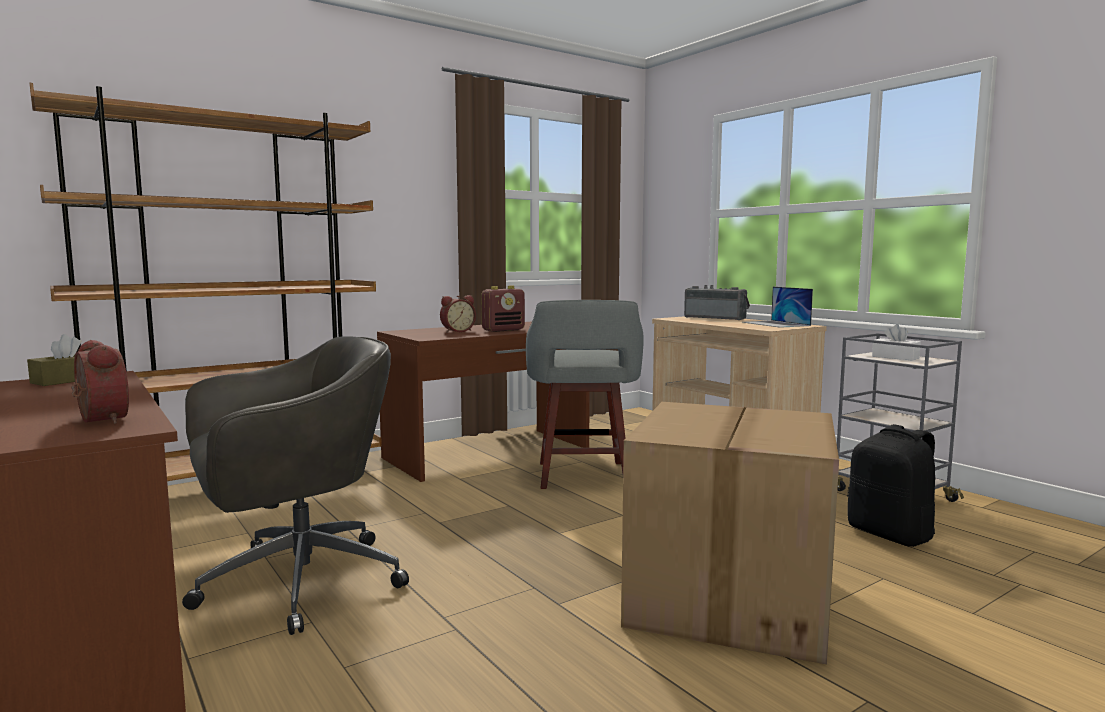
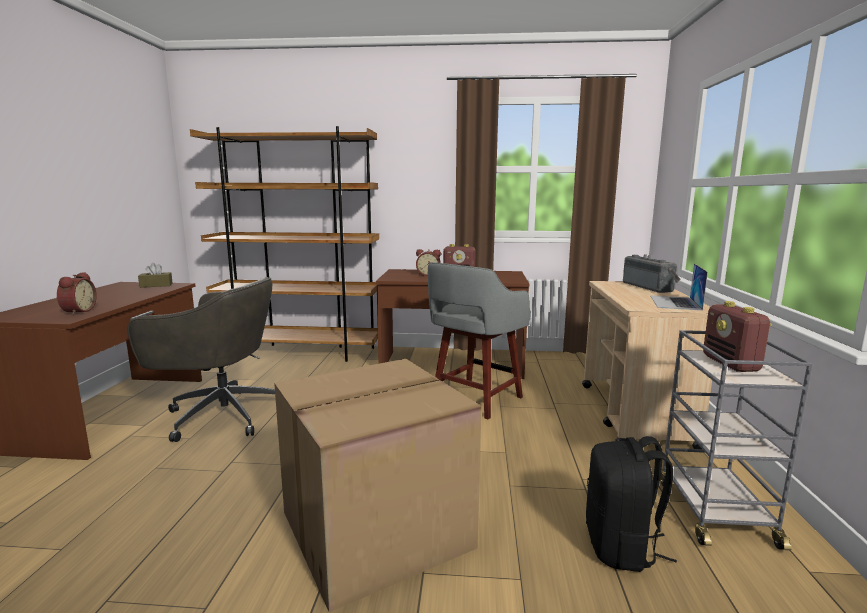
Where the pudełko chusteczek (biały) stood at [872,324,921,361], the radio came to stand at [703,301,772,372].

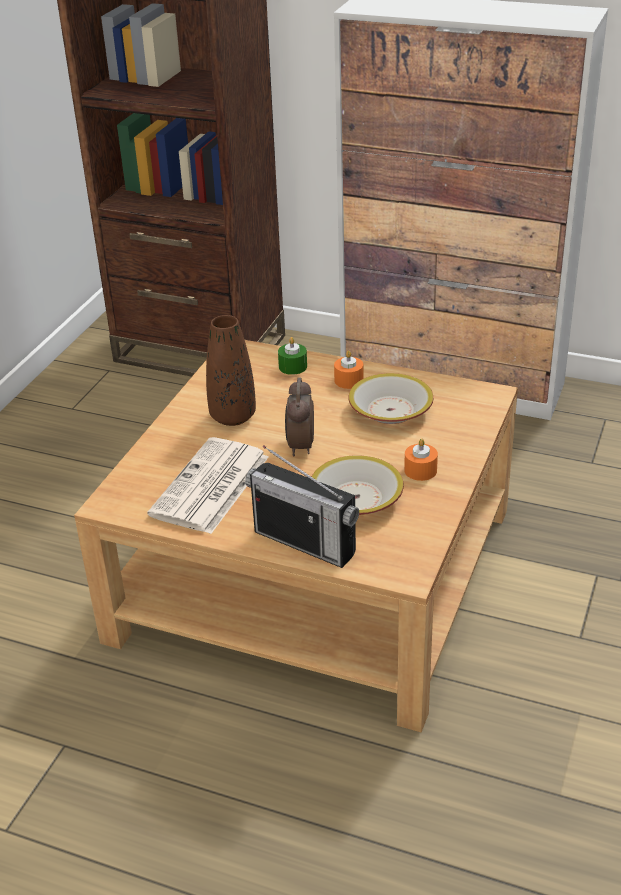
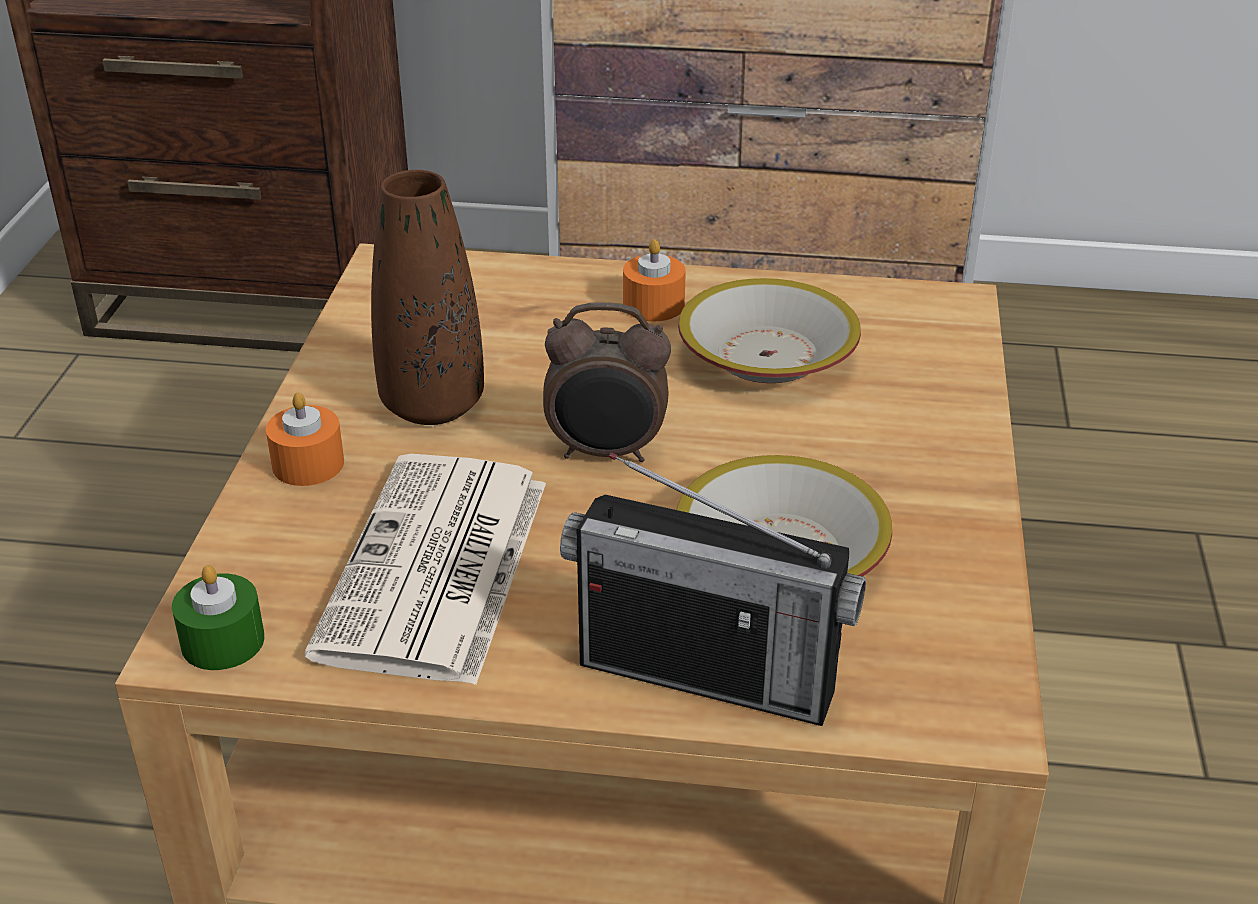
The świeca (zielony) ended up elsewhere, having gone from [278,337,307,375] to [172,565,264,670].
The budzik at [285,377,314,456] ended up facing another way, 75 degrees counterclockwise from before.
The świeca (pomarańczowy) ended up elsewhere, having gone from [404,439,438,481] to [266,393,344,486].

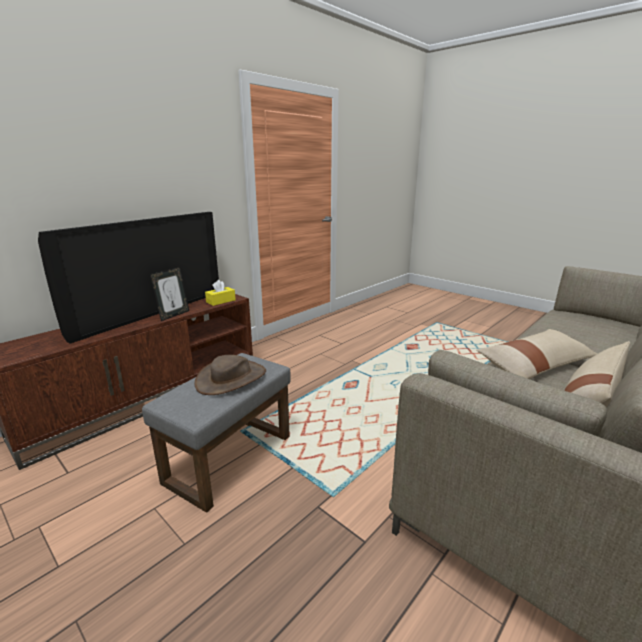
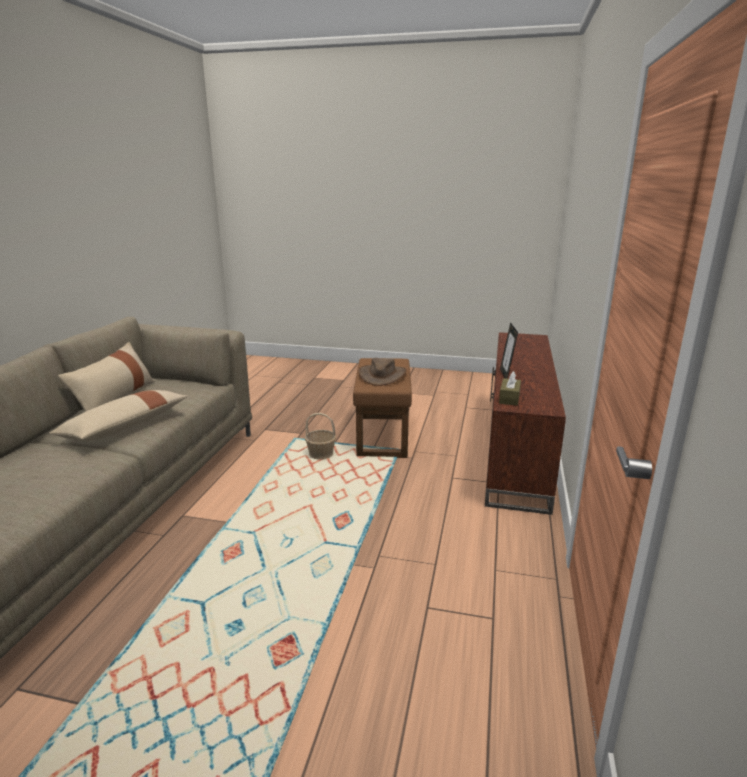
The second view lost the telewizor at [38,212,219,344].
What was the pufa (szary) at [142,353,291,513] turned into the pufa (brązowy) at [353,358,412,458].
What was the pudełko chusteczek (żółty) at [205,280,236,306] turned into the pudełko chusteczek (brązowy) at [499,371,521,406].
The second view gained the koszyk at [305,413,336,460].

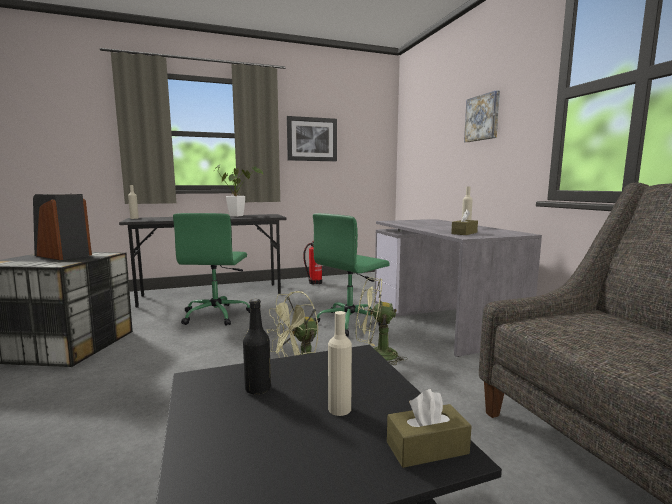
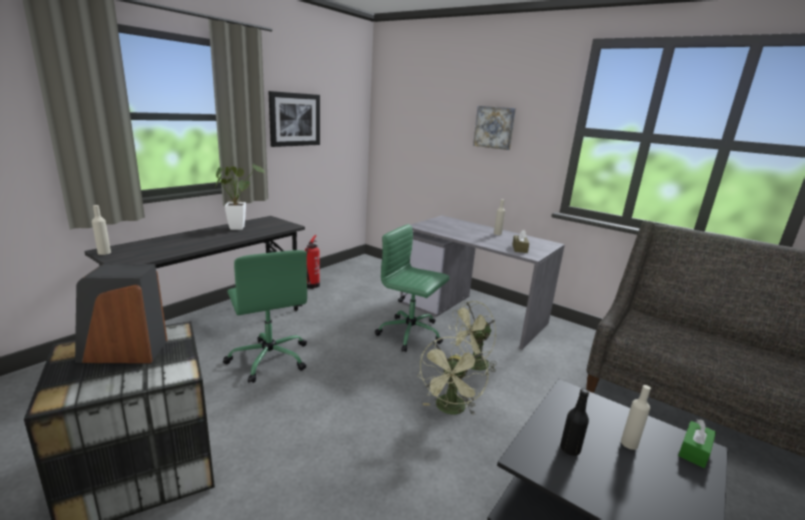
The krzesło biurowe (zielony) at [313,213,390,337] ended up facing another way, 105 degrees clockwise from before.
What was the pudełko chusteczek (brązowy) at [387,389,472,468] turned into the pudełko chusteczek (zielony) at [678,420,716,468].

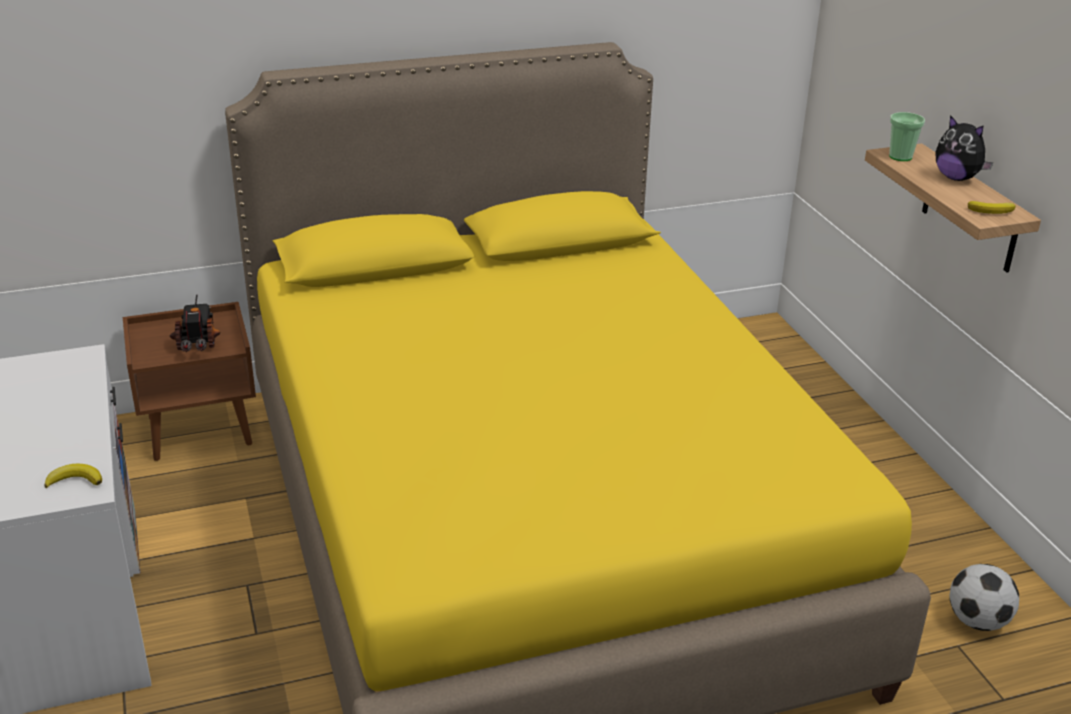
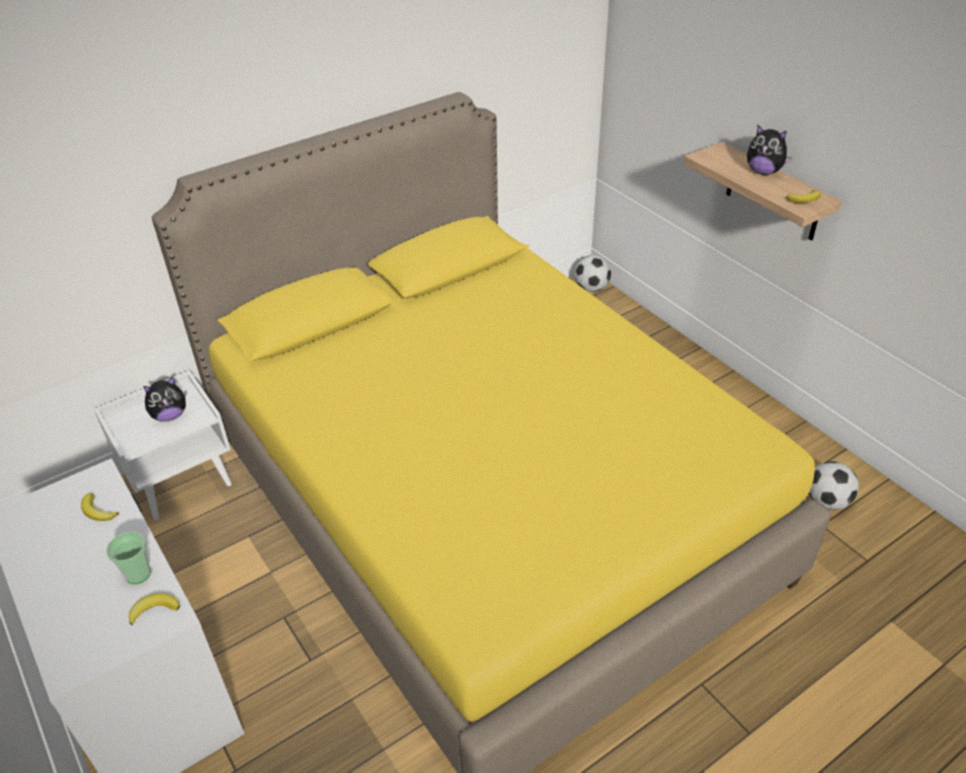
What was the szafka nocna (brązowy) at [123,302,256,461] turned into the szafka nocna (biały) at [94,370,232,520].
Where the ciężarówka zabawkowa stood at [170,294,220,352], the pluszak came to stand at [143,377,186,422].
The filiżanka ended up elsewhere, having gone from [889,112,925,161] to [106,532,151,584].
The second view gained the banan at [81,493,119,521].
The second view gained the piłka futbolowa at [574,255,611,292].

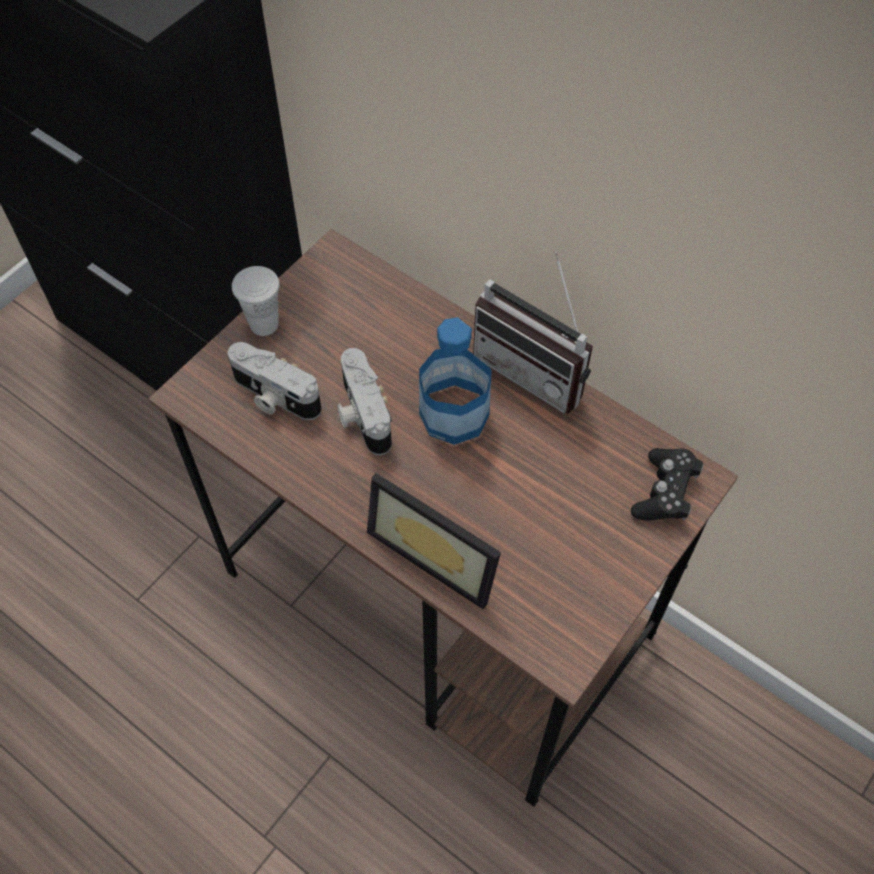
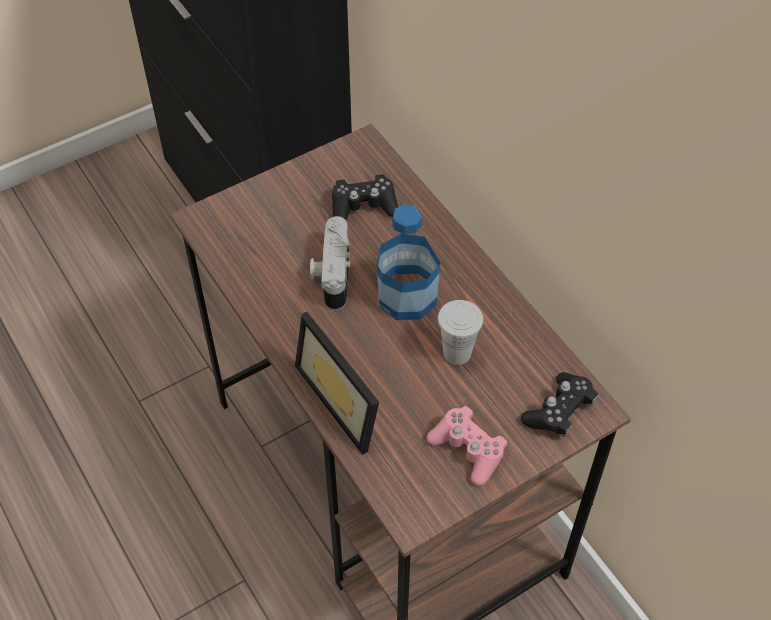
The second view lost the aparat fotograficzny at [228,342,322,420].
The filiżanka (biały) ended up elsewhere, having gone from [232,266,280,336] to [438,300,483,365].
The second view lost the radio at [473,251,593,414].
The second view gained the pad do gier (czarny) at [332,174,398,220].
The second view gained the pad do gier (różowy) at [426,406,507,486].

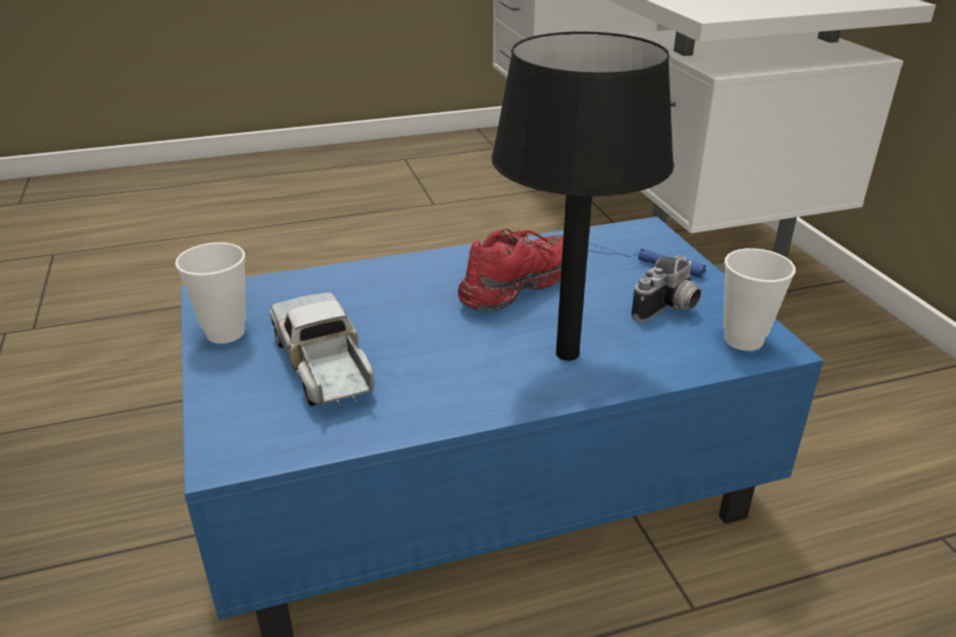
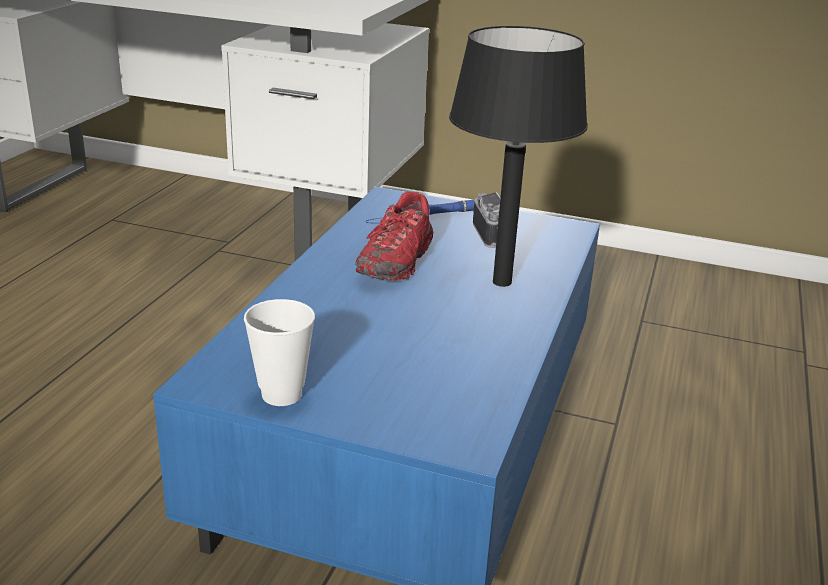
The second view lost the ciężarówka zabawkowa at [269,293,374,408].
The but (czerwony) at [458,228,563,312] ended up facing another way, 150 degrees counterclockwise from before.
The second view lost the filiżanka at [723,248,796,351].

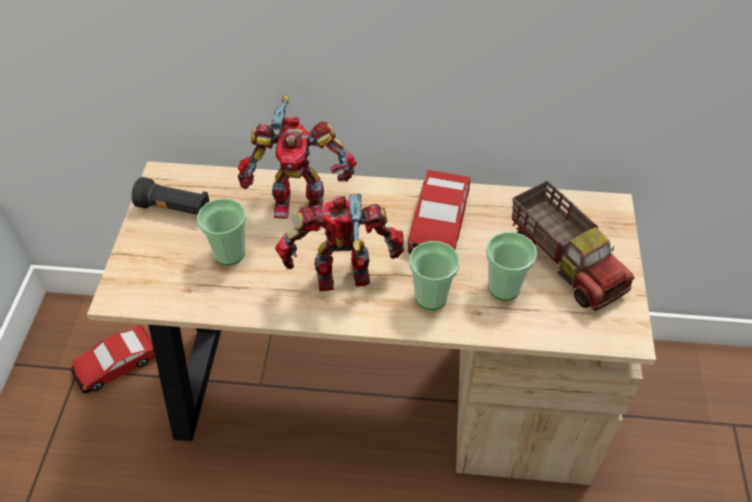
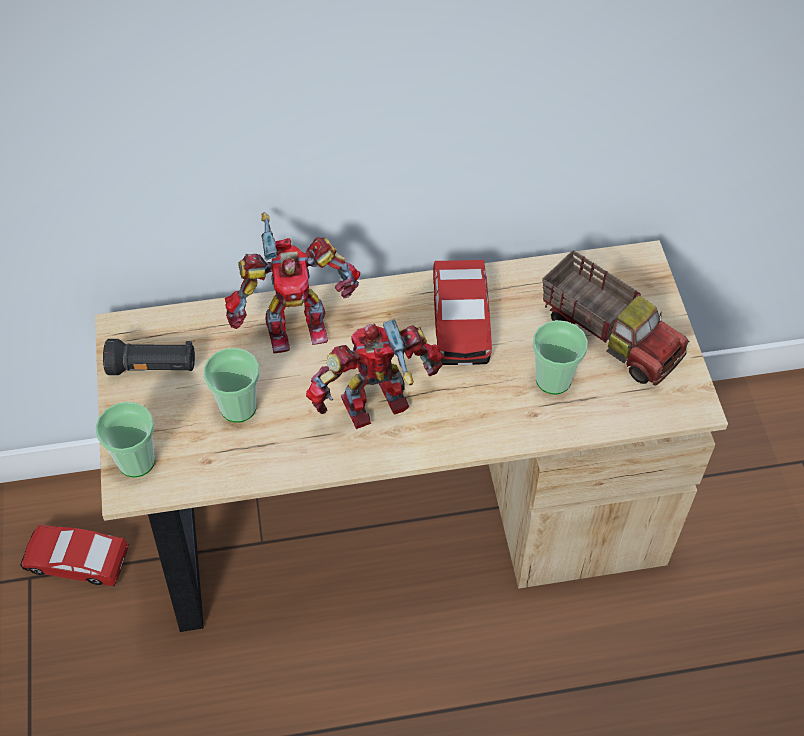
The samochodzik at [71,325,155,393] ended up facing another way, 60 degrees clockwise from before.
The filiżanka ended up elsewhere, having gone from [409,241,460,310] to [95,402,155,477].

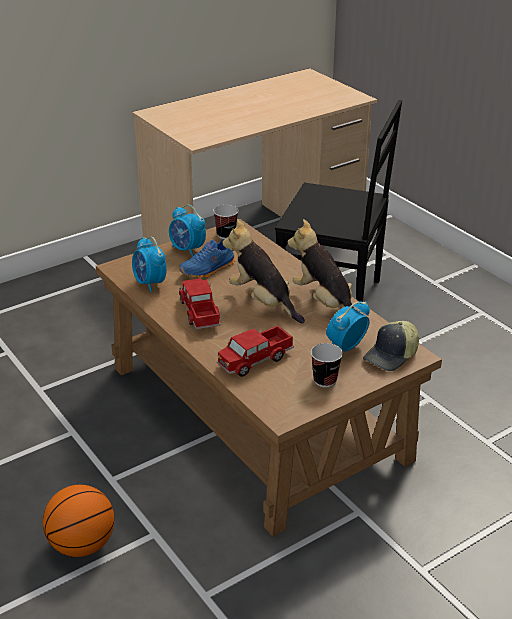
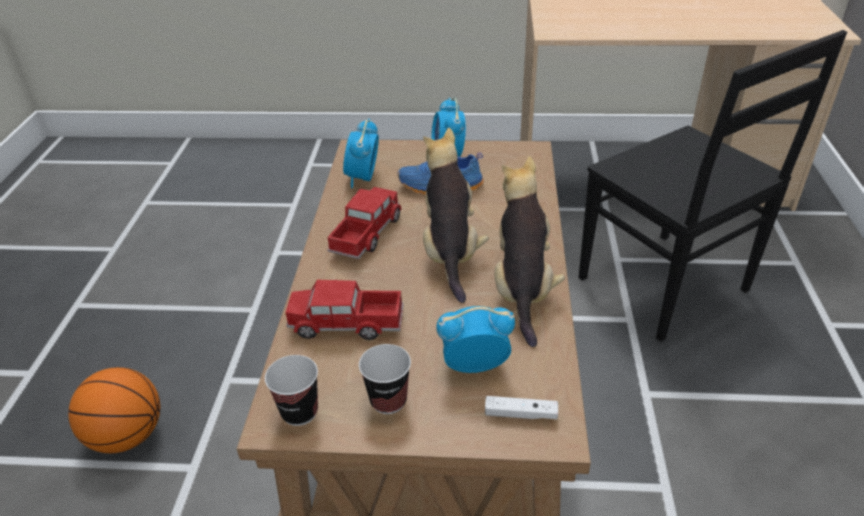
The filiżanka ended up elsewhere, having gone from [213,205,238,239] to [265,355,318,426].
Where the czapka z daszkiem stood at [363,321,419,371], the pad do gier (biały) came to stand at [485,396,558,420].

